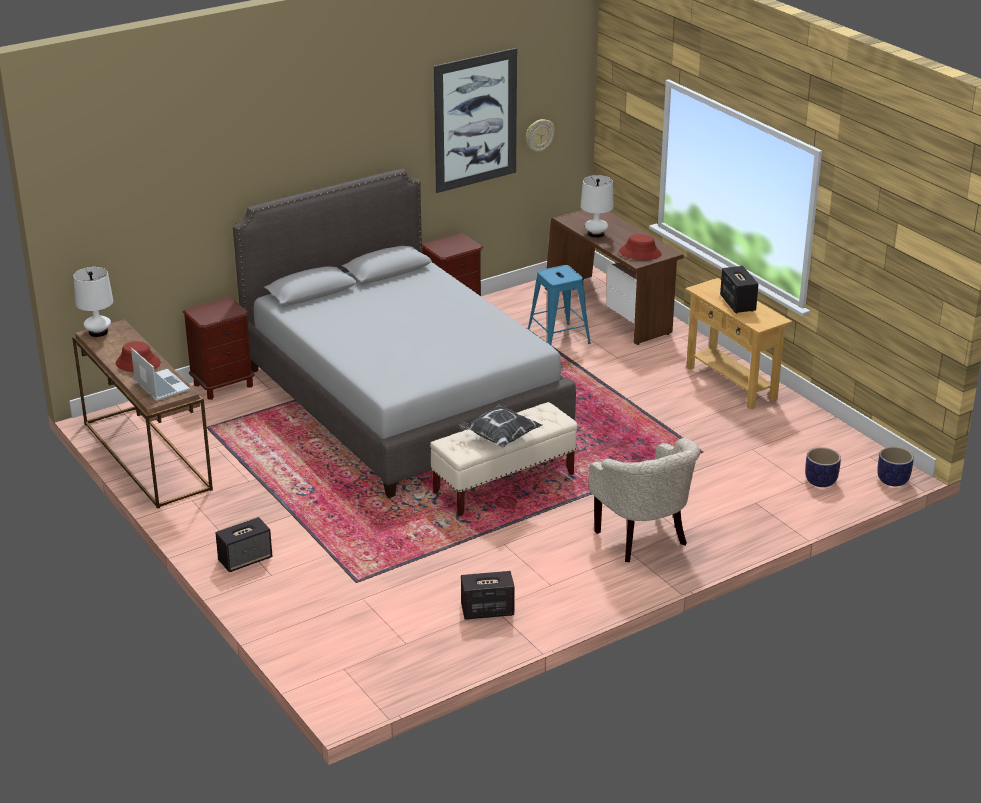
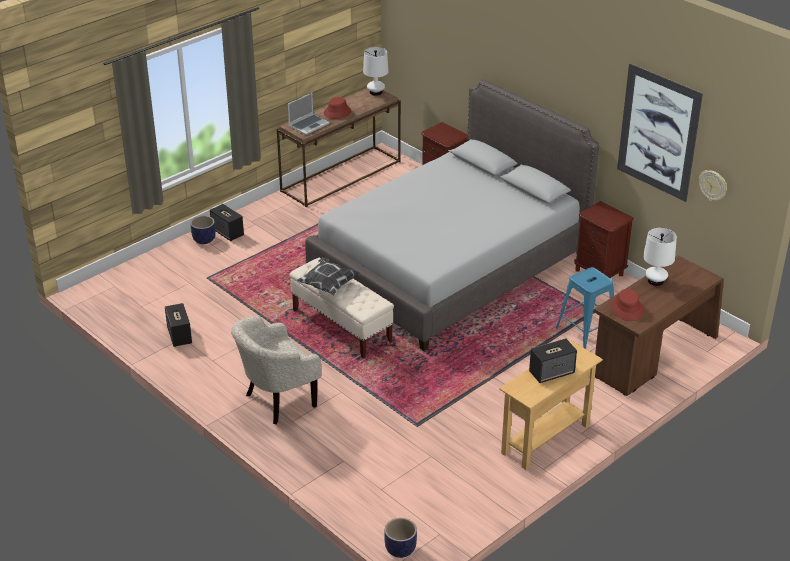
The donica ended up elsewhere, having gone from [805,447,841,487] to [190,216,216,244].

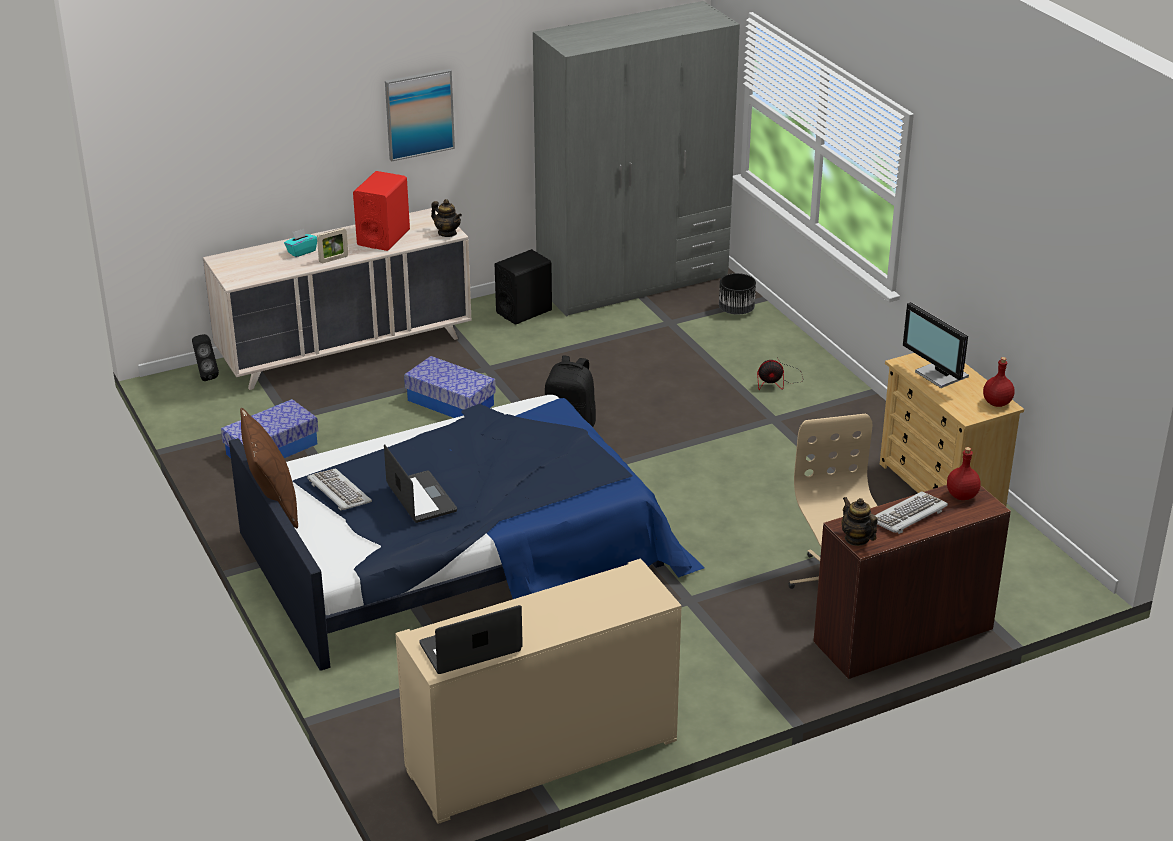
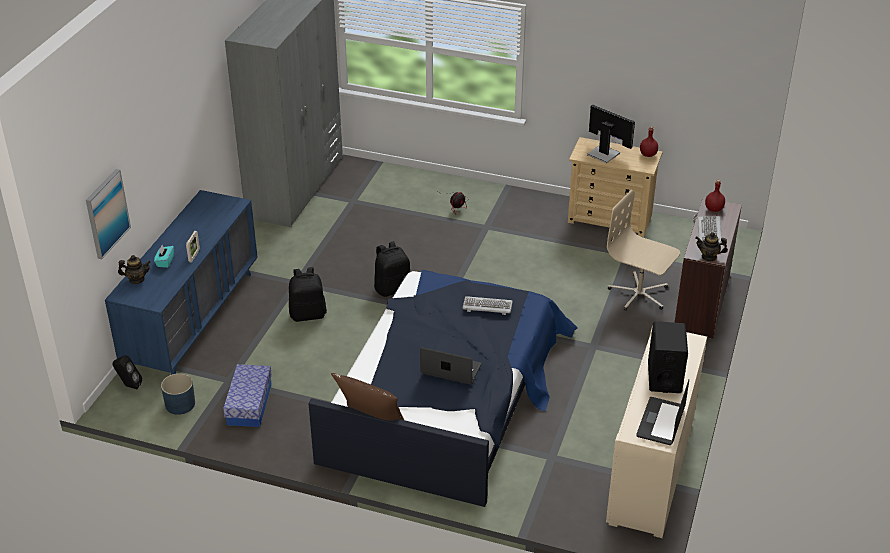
What was the komoda (beżowy) at [203,207,471,390] turned into the komoda (niebieski) at [105,190,258,375].
The klawiatura ended up elsewhere, having gone from [307,468,372,511] to [462,296,513,315].
The second view lost the głośnik (czerwony) at [353,171,410,251].
The obraz ended up elsewhere, having gone from [385,69,455,161] to [86,169,131,259].
Where the pojemnik do przechowywania stood at [404,356,496,418], the plecak (czarny) came to stand at [289,267,327,322].
The imbryk ended up elsewhere, having gone from [431,199,462,237] to [118,255,151,284].
The głośnik (czarny) ended up elsewhere, having gone from [495,249,552,325] to [648,321,688,393].
The second view lost the donica (czarny) at [719,273,756,315].
The monitor at [903,302,969,388] ended up facing another way, 150 degrees counterclockwise from before.
The second view gained the donica (niebieski) at [161,373,195,415].

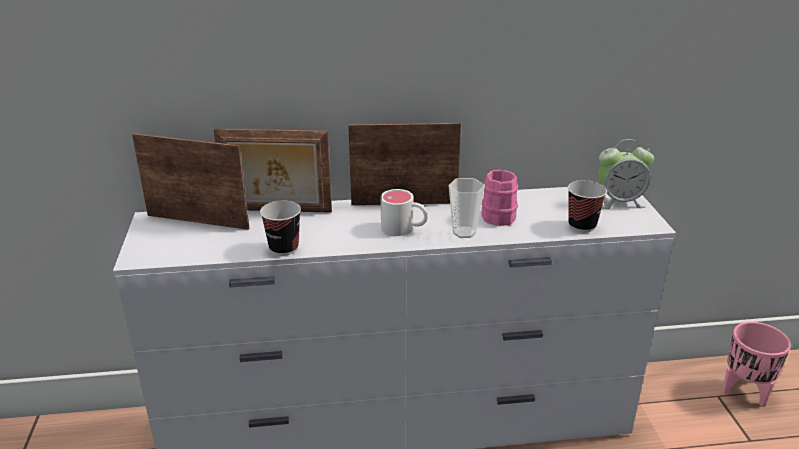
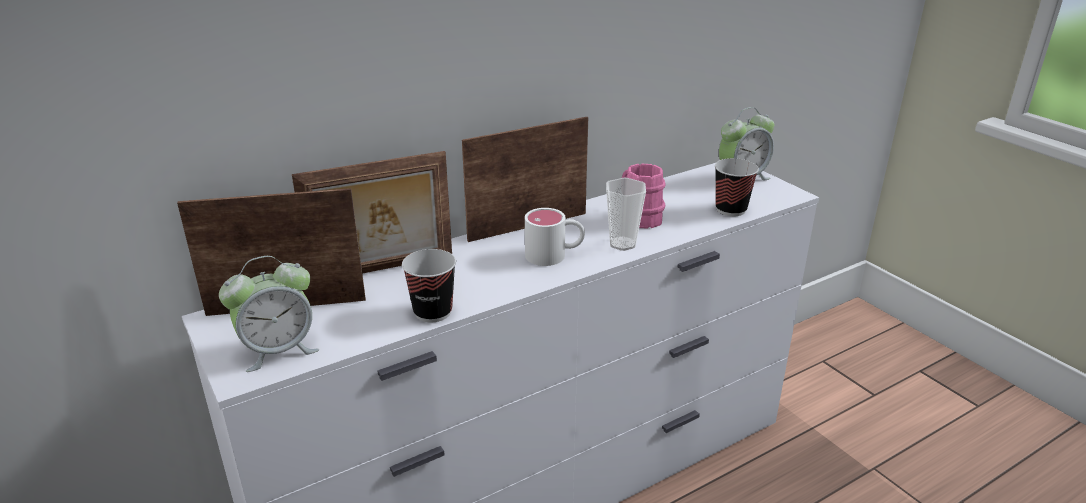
The second view lost the donica (różowy) at [722,322,791,407].
The second view gained the budzik at [219,256,319,372].

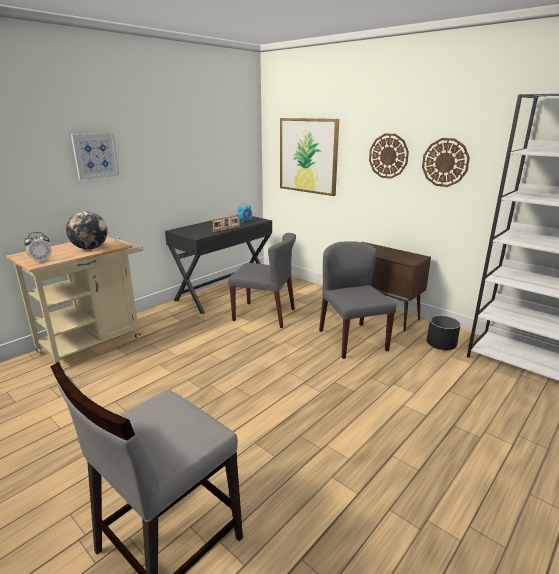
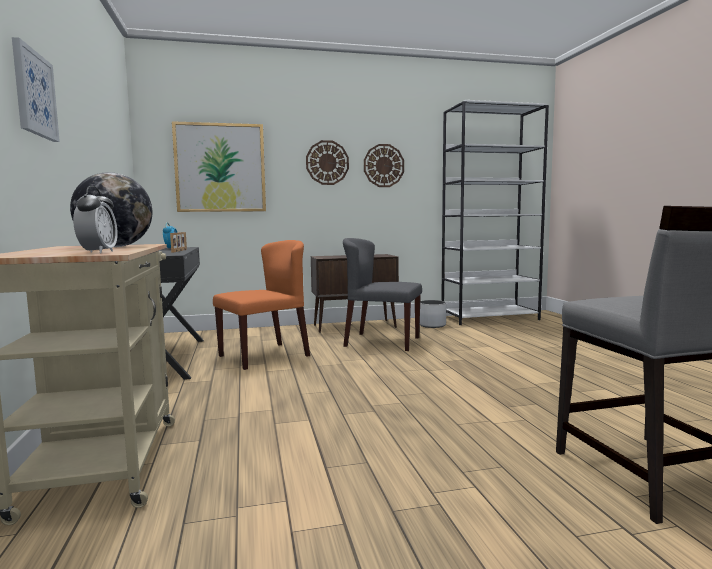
What was the krzesło (szary) at [228,233,296,328] turned into the krzesło (pomarańczowy) at [213,240,310,370].
What was the donica (czarny) at [427,316,461,350] turned into the donica (biały) at [420,300,446,328].

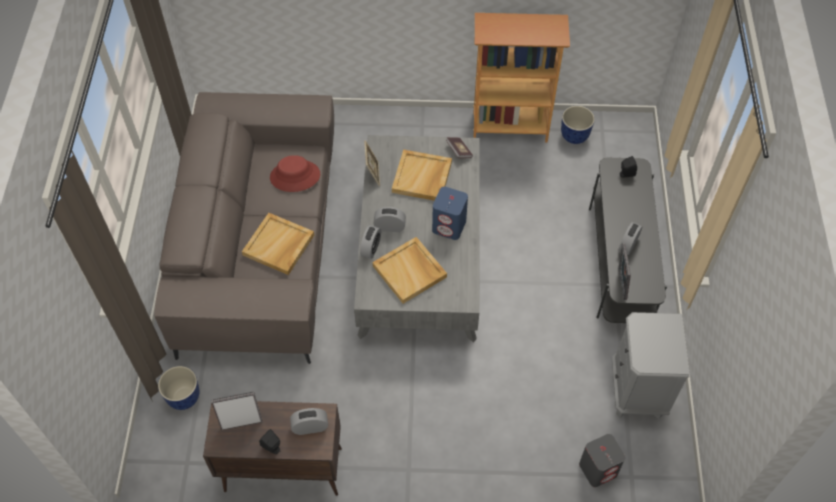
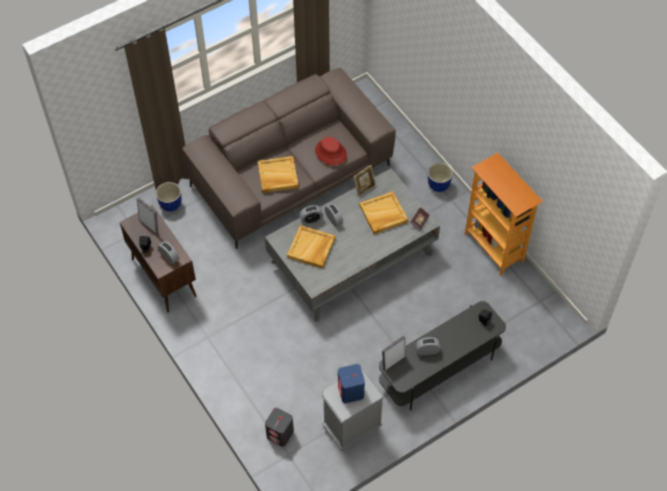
The głośnik (niebieski) ended up elsewhere, having gone from [432,187,468,240] to [338,364,365,403].
The donica ended up elsewhere, having gone from [561,106,595,144] to [428,163,453,192].

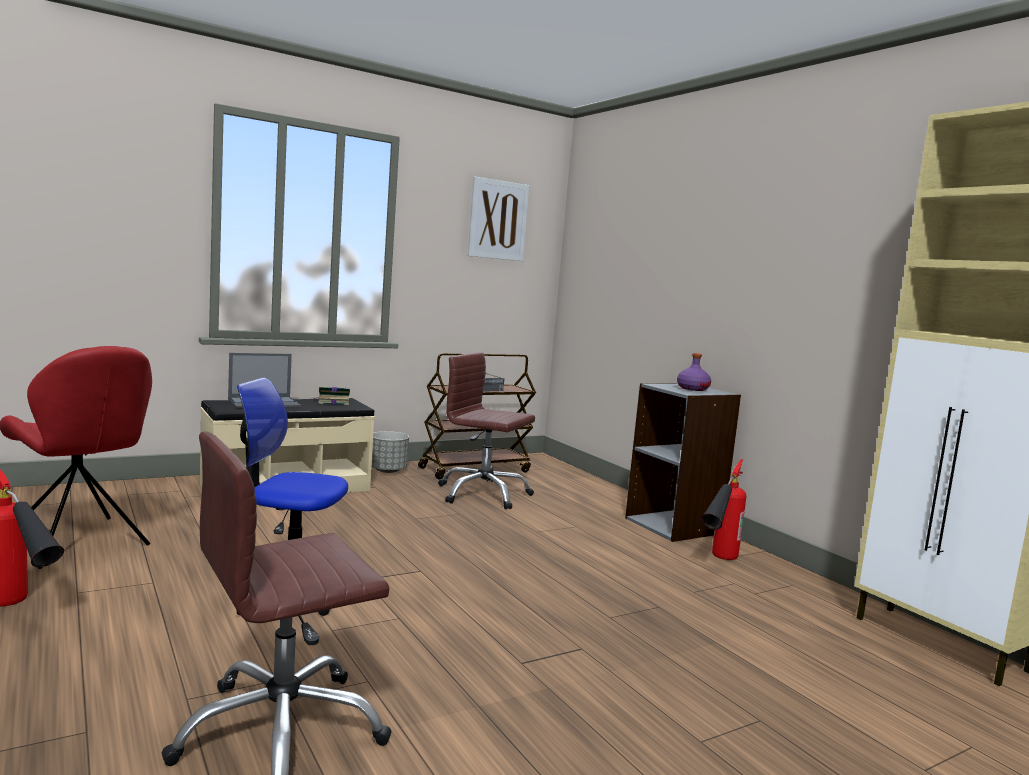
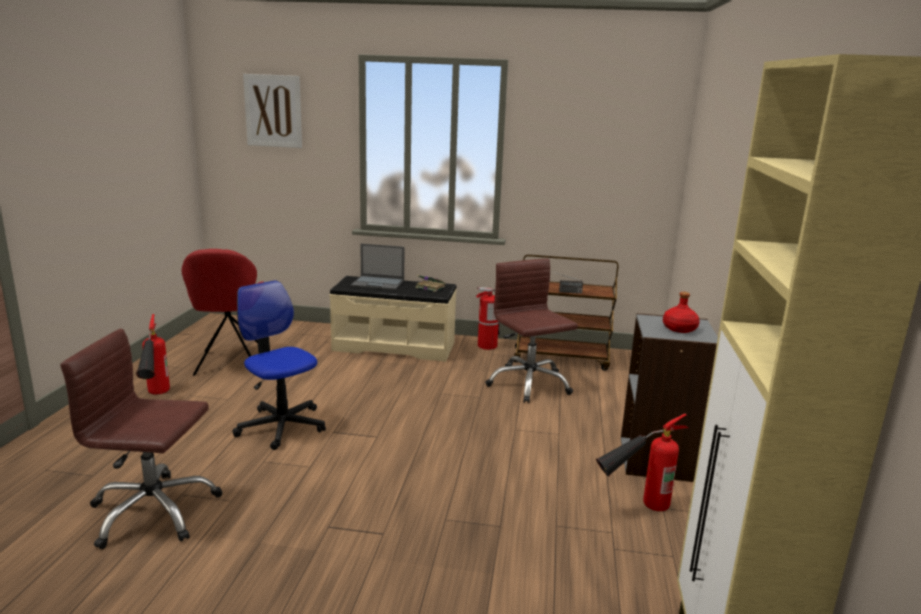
Where the donica (szary) stood at [372,431,409,473], the gaśnica came to stand at [476,287,500,350].
The obraz ended up elsewhere, having gone from [468,177,529,261] to [243,74,302,148].
What was the butelka (fioletowy) at [677,353,711,391] turned into the butelka (czerwony) at [663,292,700,333].

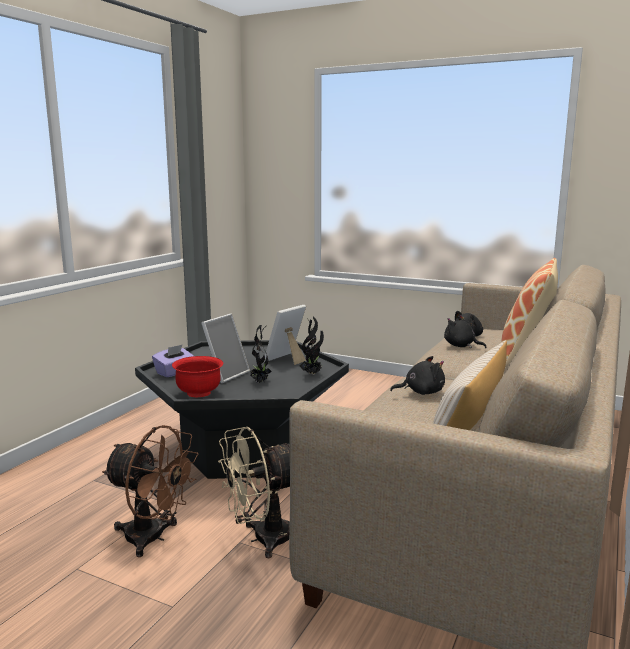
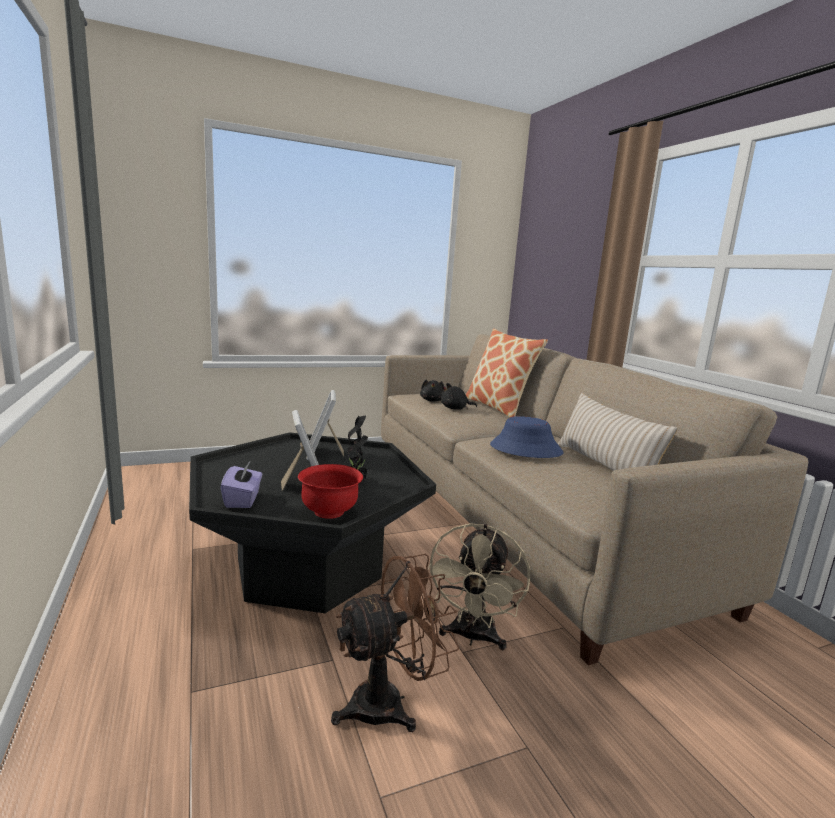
The second view lost the roślina doniczkowa at [300,317,324,375].
Where the pluszak (czarny) stood at [390,356,445,395], the kapelusz (niebieski) came to stand at [490,416,563,458].

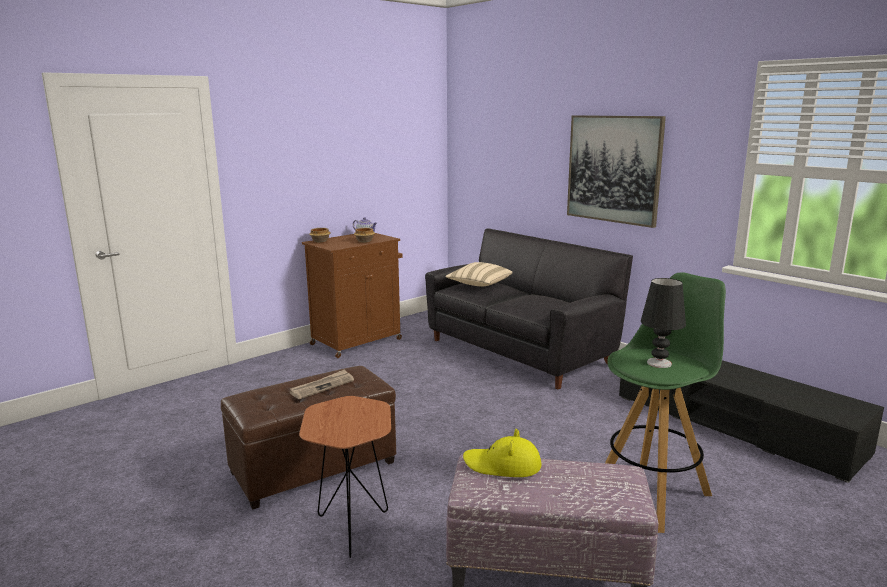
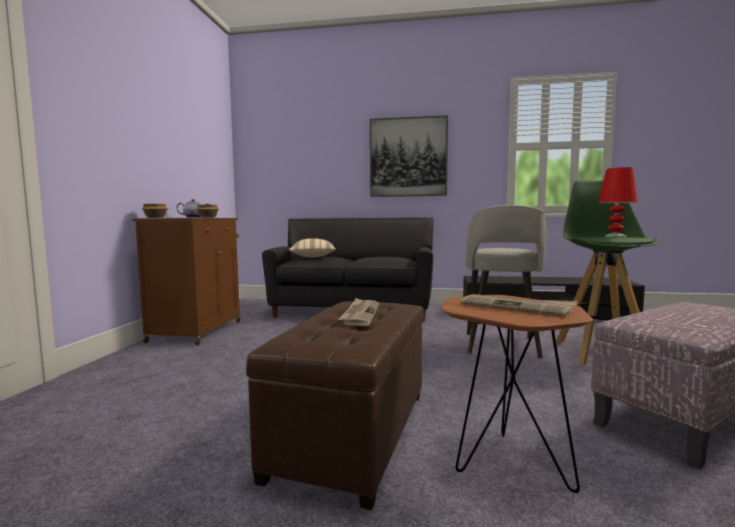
The second view lost the kapelusz (żółty) at [463,429,541,477].
What was the lampa stołowa (czarny) at [641,278,686,368] turned into the lampa stołowa (czerwony) at [598,167,638,237].
The second view gained the gazeta at [460,294,578,317].
The second view gained the stołek (szary) at [466,205,546,359].

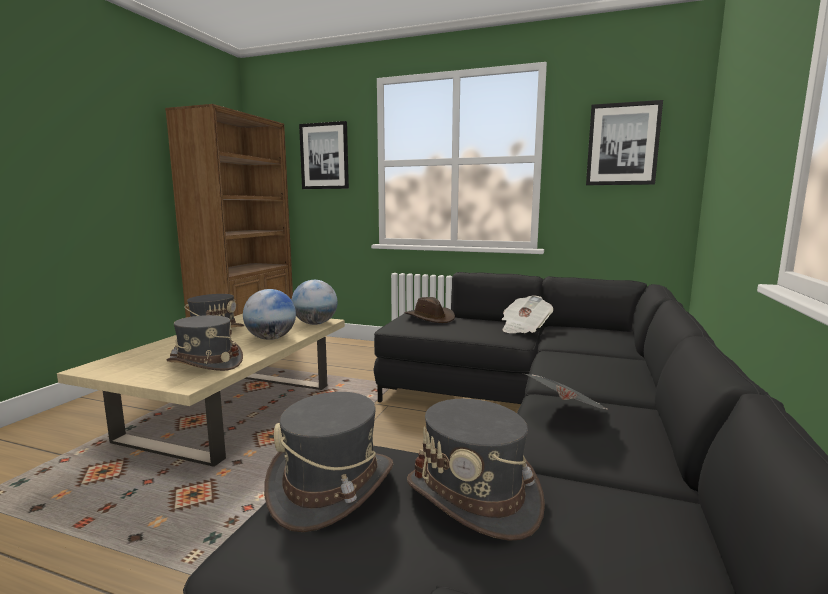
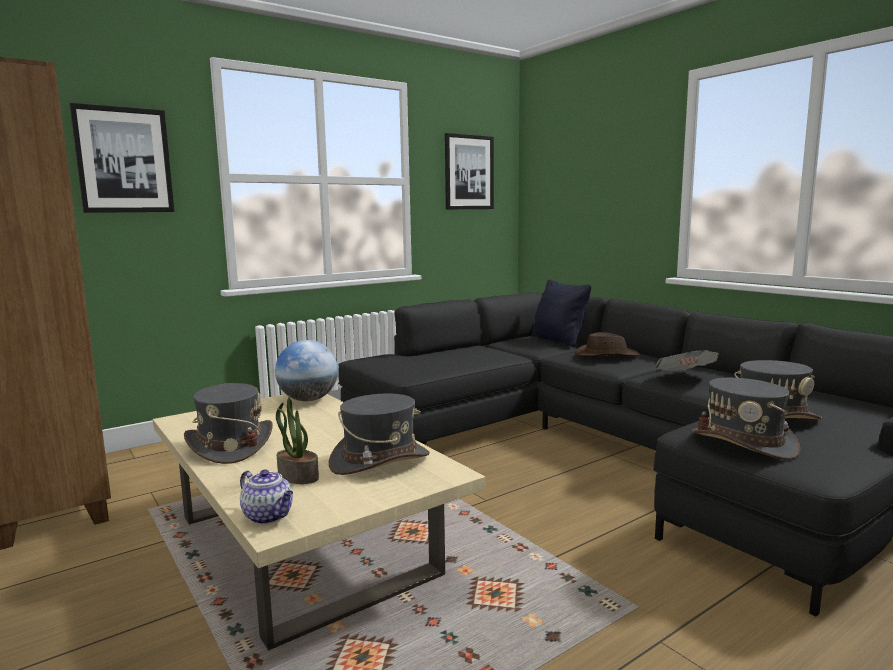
The second view lost the globus at [243,289,296,340].
The kapelusz (brązowy) ended up elsewhere, having gone from [404,297,455,323] to [575,332,640,357].
The second view lost the gazeta at [502,295,553,333].
The second view gained the imbryk at [240,469,293,524].
The second view gained the roślina doniczkowa at [276,394,319,484].
The second view gained the poduszka (czarny) at [532,280,592,347].

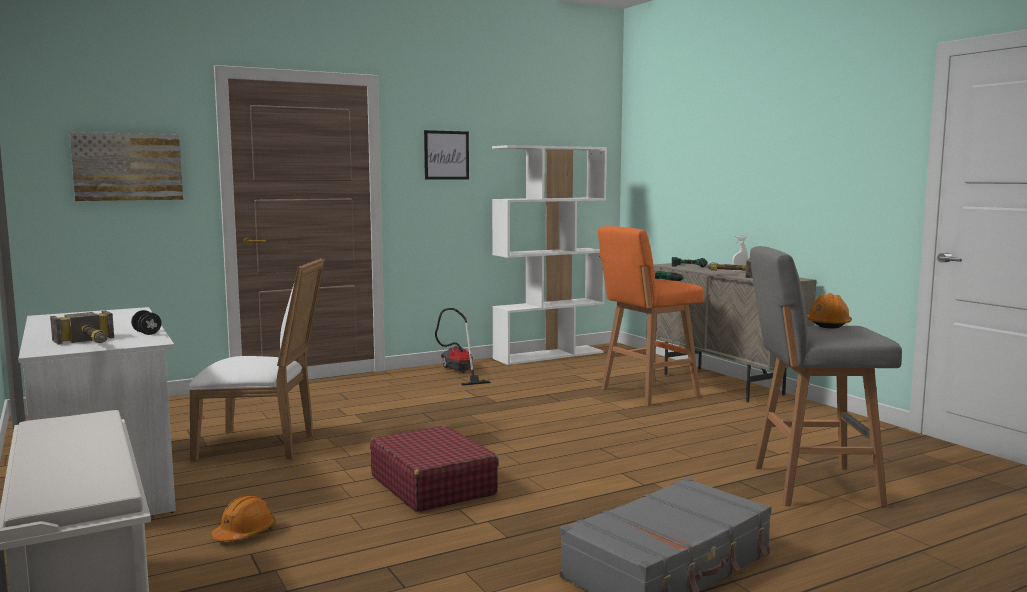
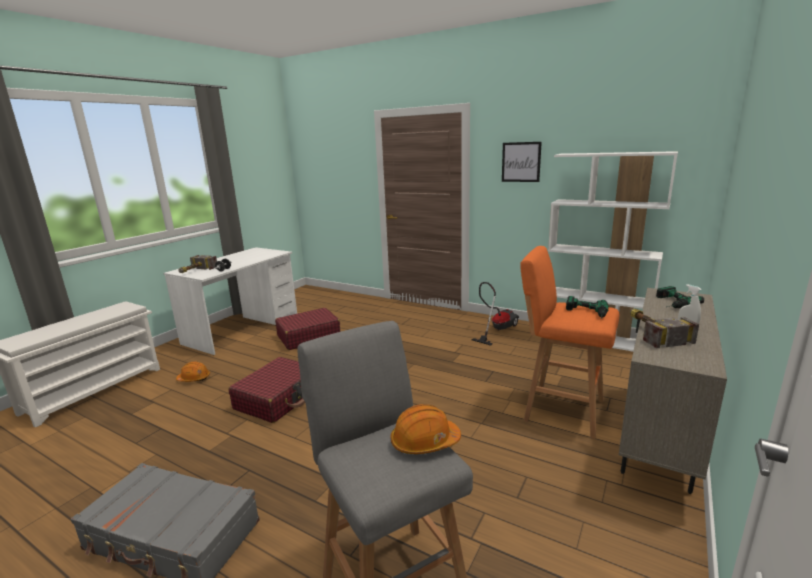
The second view lost the obraz at [70,132,183,201].
Where the krzesło (biały) stood at [188,258,325,461], the walizka (czerwony) came to stand at [275,308,340,350].

